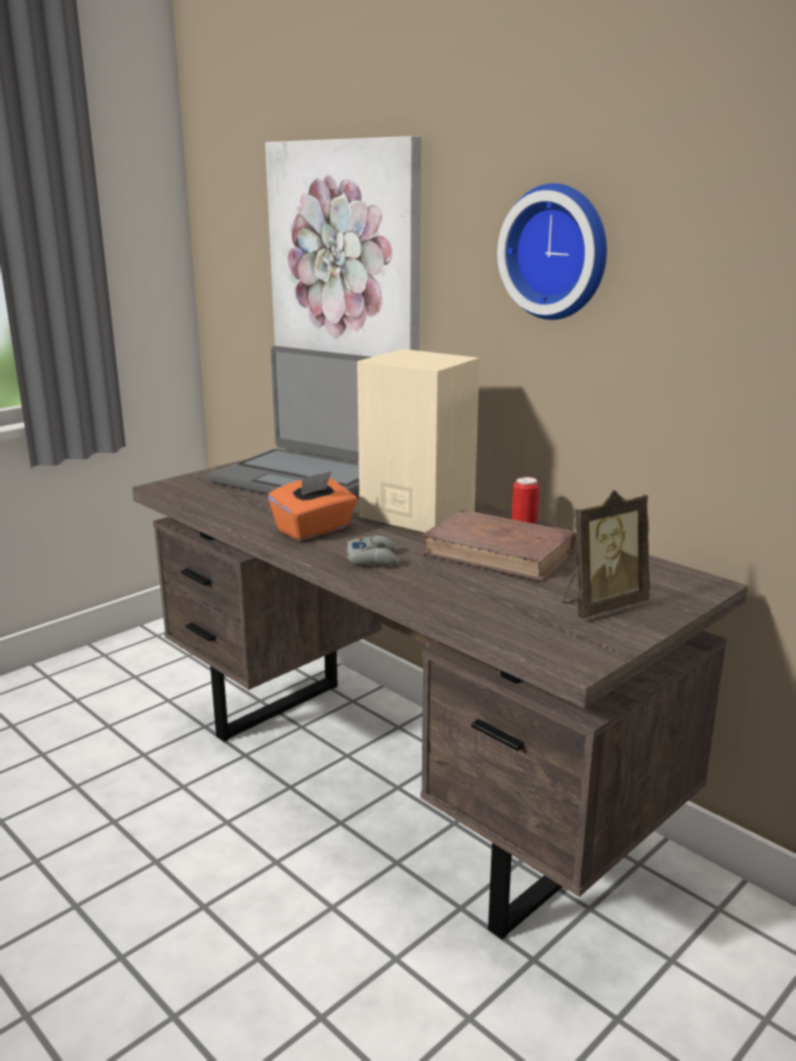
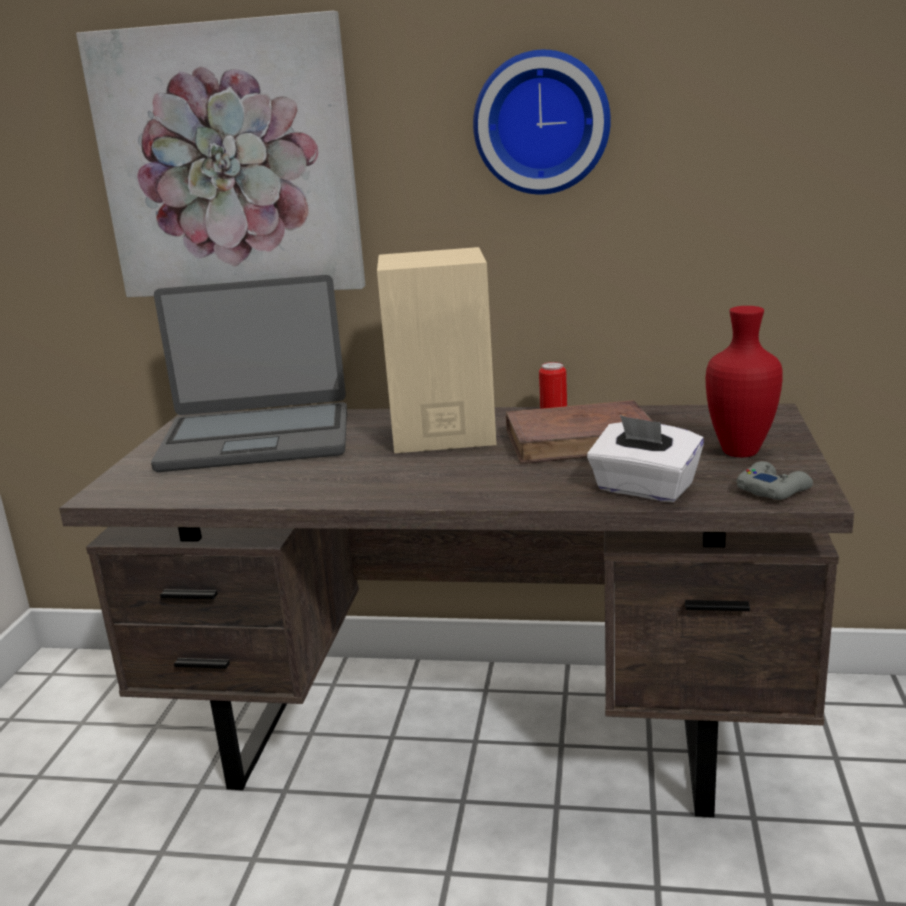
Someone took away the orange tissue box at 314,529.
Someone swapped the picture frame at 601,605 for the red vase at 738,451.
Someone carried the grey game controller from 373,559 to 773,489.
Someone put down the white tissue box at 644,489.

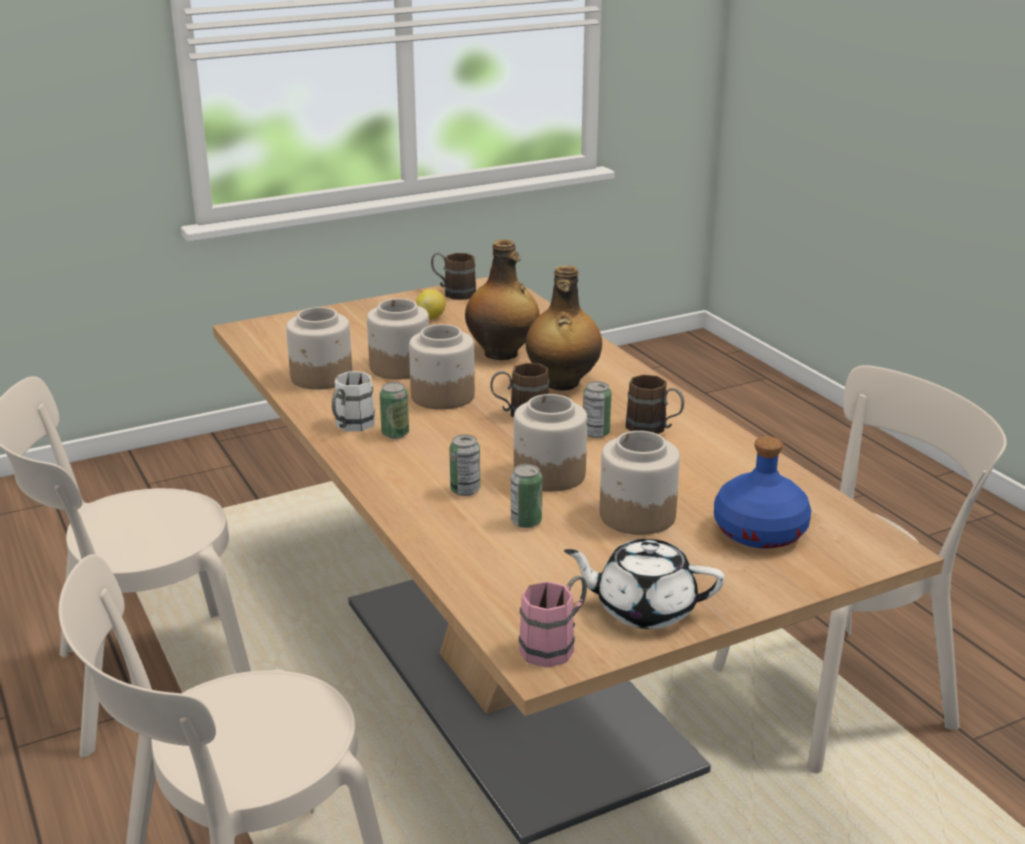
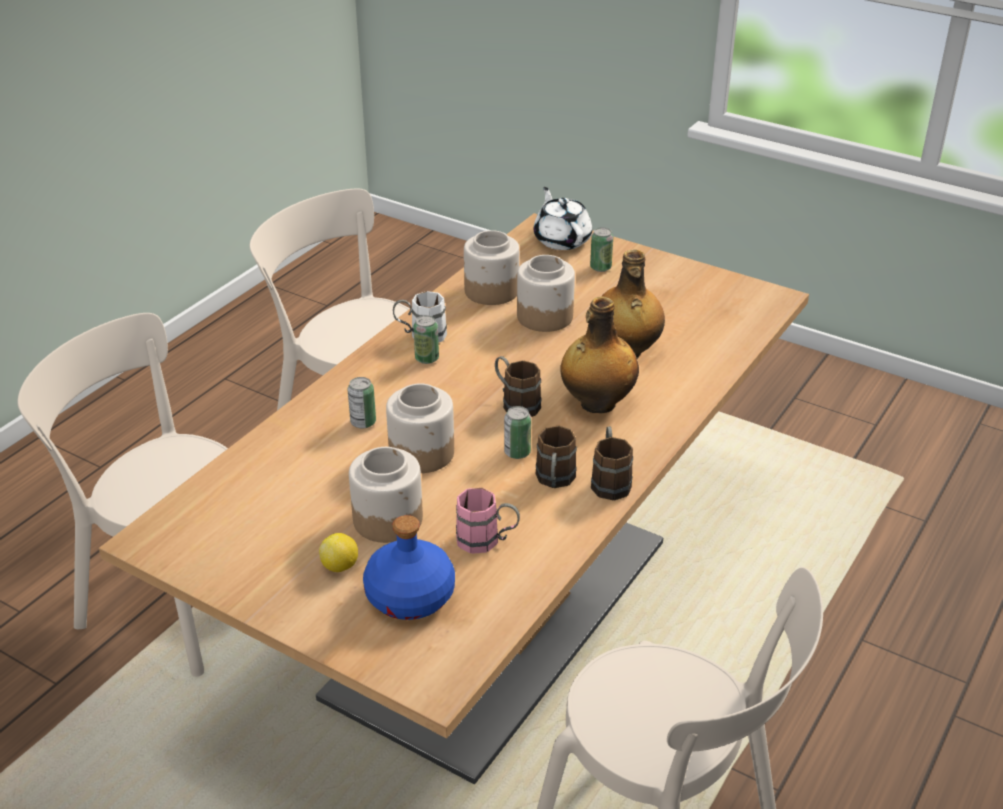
Someone carried the brown mug from 453,293 to 609,480.
Someone carried the lemon from 431,317 to 340,566.
Someone took away the jar at 442,396.
Someone carried the can from 526,522 to 600,267.
Someone carried the white teapot from 643,609 to 562,239.
Someone carried the pink mug from 556,644 to 487,541.

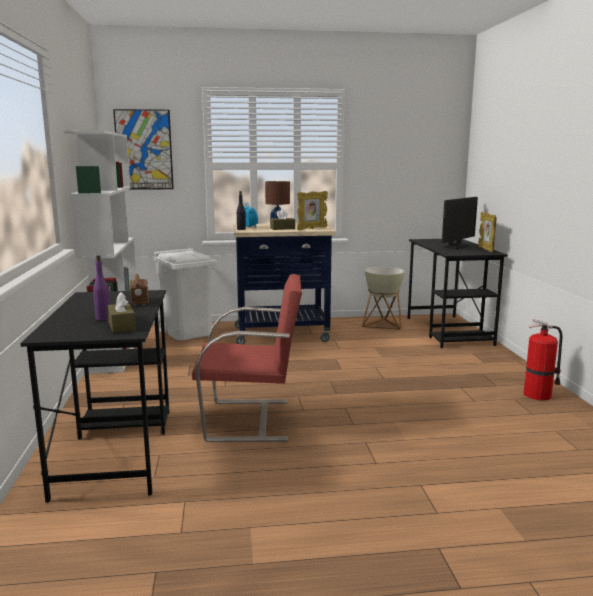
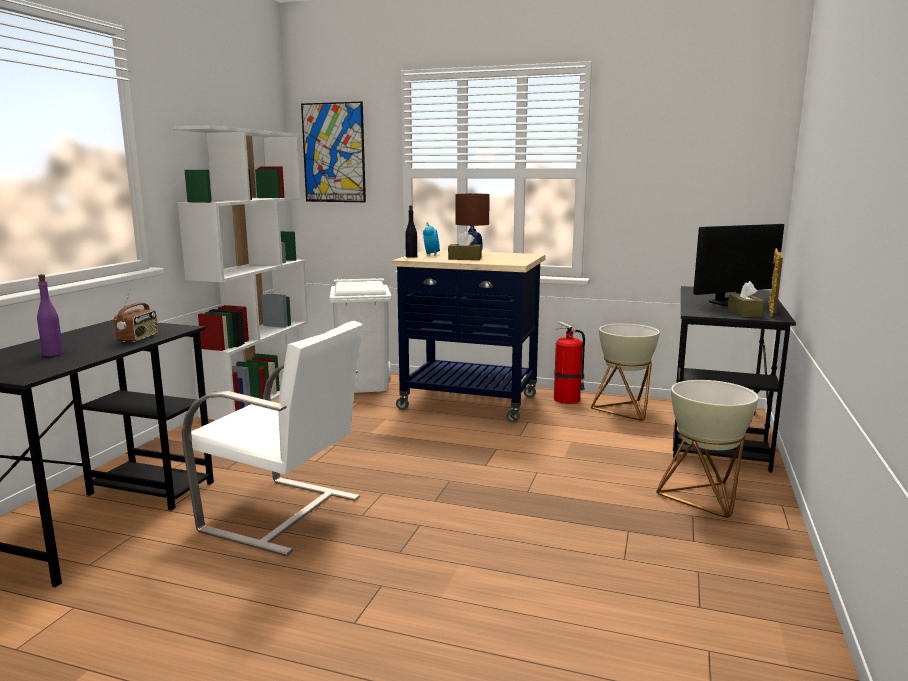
Someone took away the picture frame at 311,229.
Someone repainted the red chair at 251,420, which became the white chair at 284,514.
Someone carried the brown tissue box from 121,326 to 744,313.
Someone carried the fire extinguisher from 539,395 to 568,399.
Someone put down the planter at 702,499.

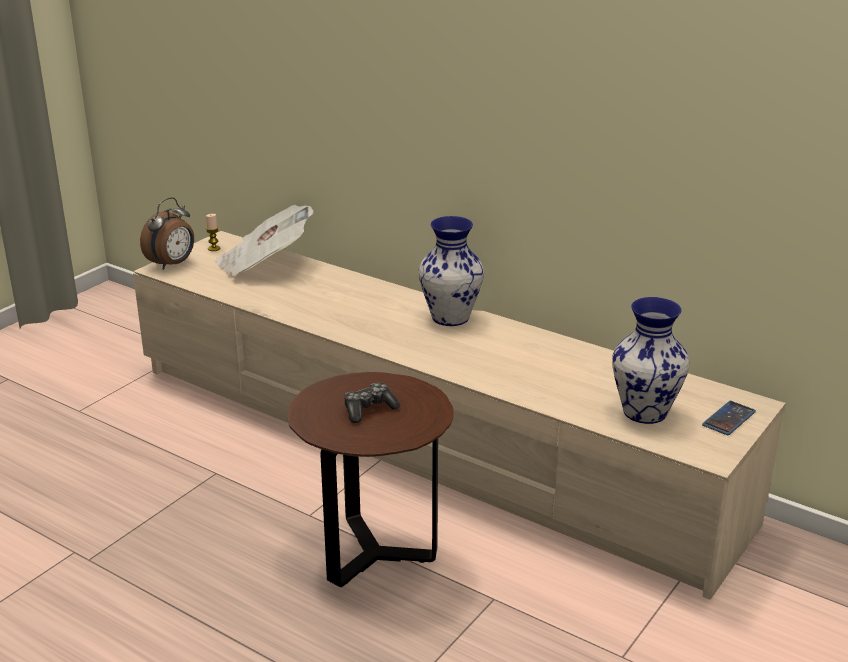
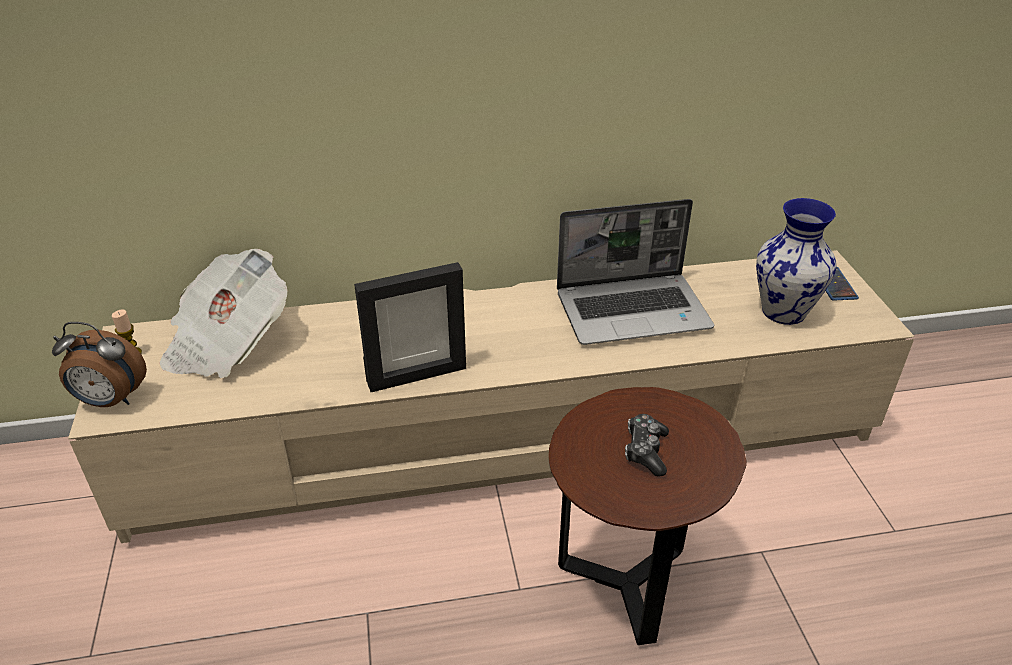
Someone rotated the alarm clock at 172,264 by 105 degrees clockwise.
Someone took away the vase at 449,318.
Someone put down the laptop at 634,310.
Someone put down the picture frame at 416,375.

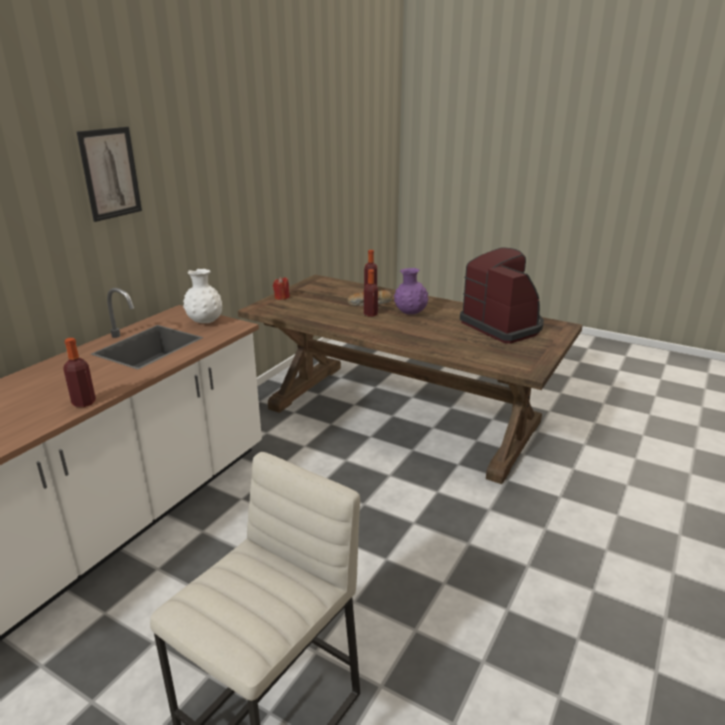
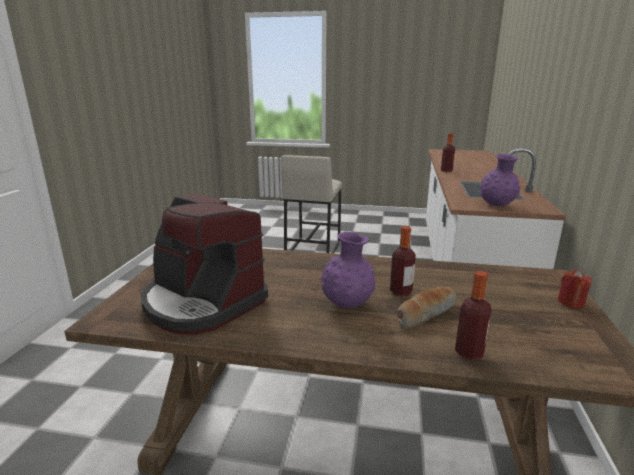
Someone took away the picture at 110,173.
Someone repainted the white vase at 205,322, which became the purple vase at 497,205.

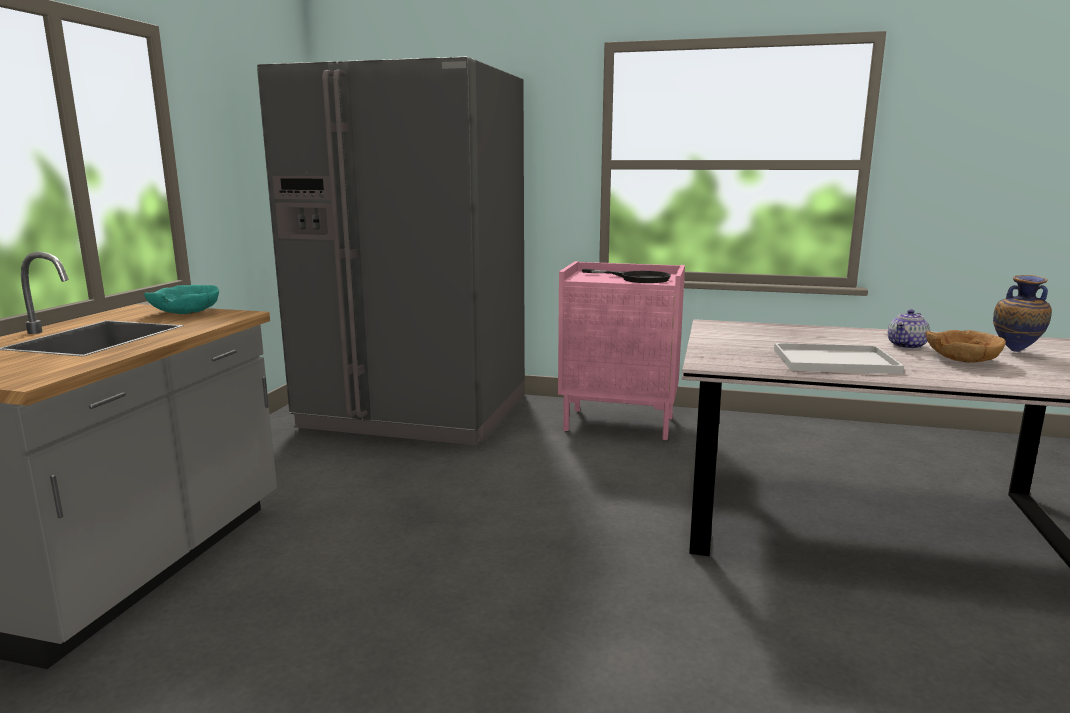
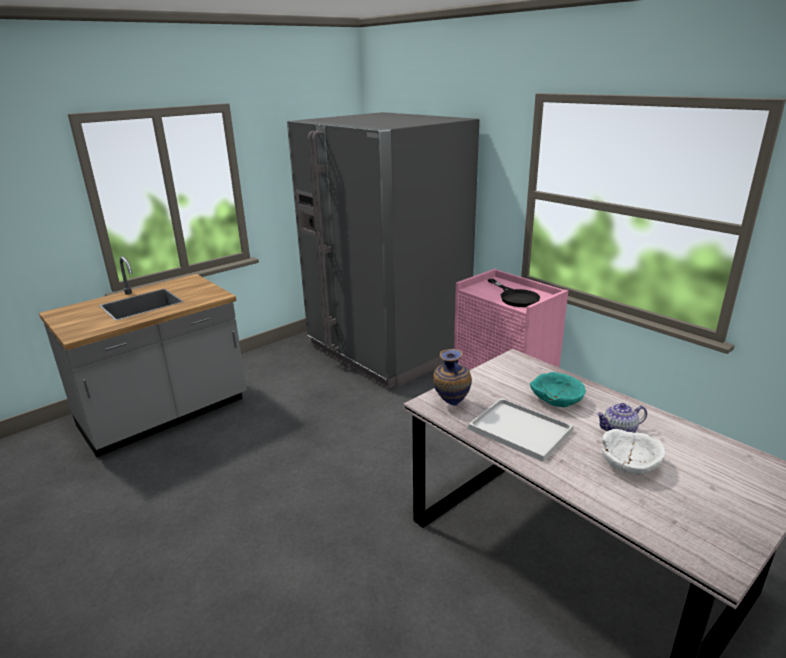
Someone carried the vase from 1014,352 to 450,405.
Someone carried the turquoise bowl from 185,312 to 555,400.
Someone repainted the brown bowl at 961,359, which became the white bowl at 630,463.

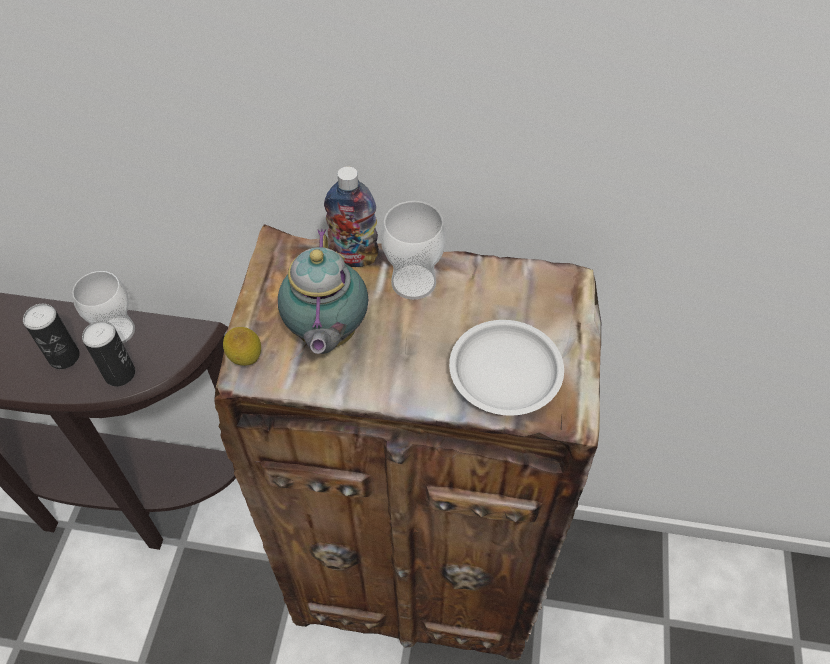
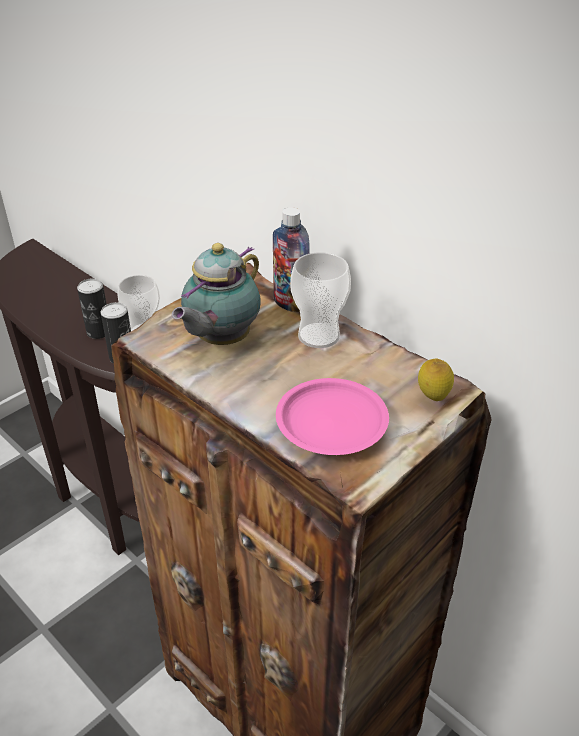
Someone repainted the white plate at 505,371, which became the pink plate at 332,422.
Someone carried the lemon from 246,361 to 432,398.

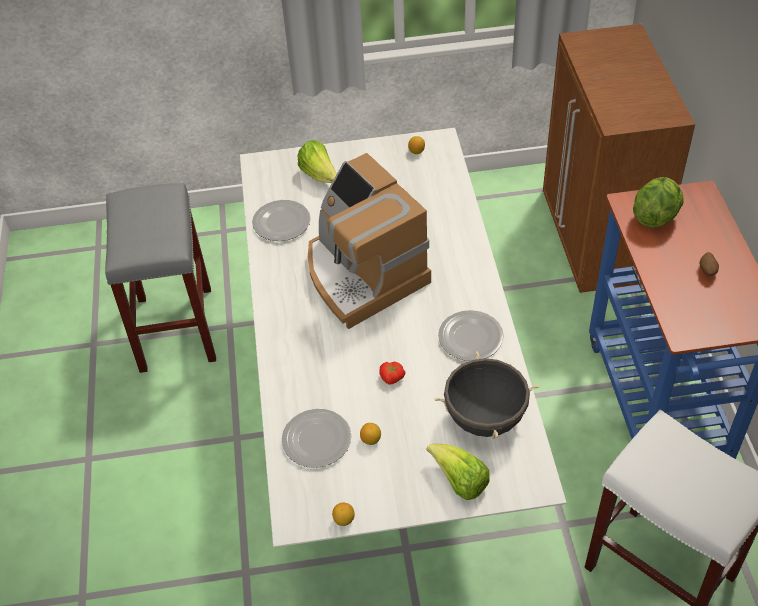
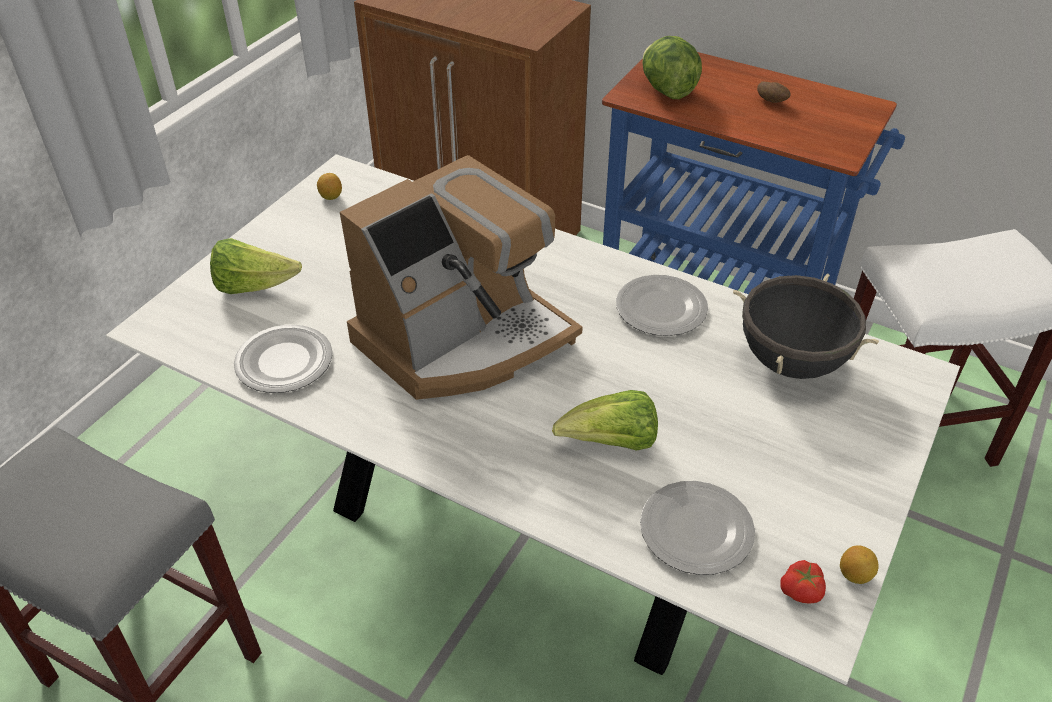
Someone rotated the coffee machine at 362,274 by 45 degrees counterclockwise.
Someone carried the tomato from 391,378 to 802,591.
Someone took away the lemon at 371,439.
Someone carried the lettuce from 459,481 to 611,443.

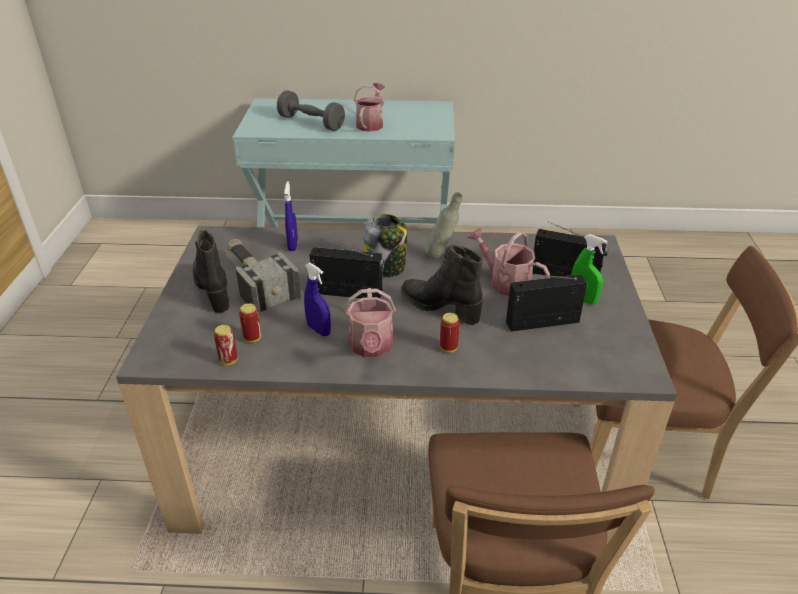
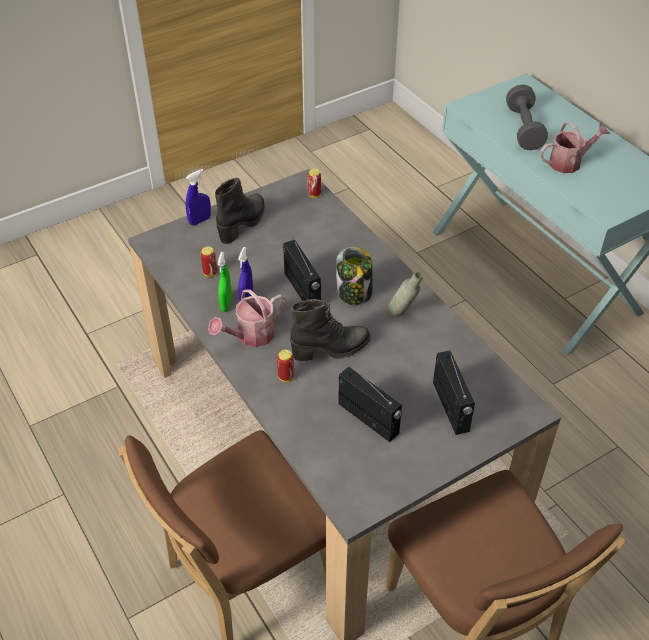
Someone carried the blue spray bottle from 293,245 to 200,221.
Someone took away the watering can at 505,282.
Someone carried the green spray bottle from 582,299 to 226,304.
Someone took away the hammer at 257,281.
Someone rotated the black boot at 440,307 by 75 degrees clockwise.
Someone carried the can from 228,360 to 314,195.

